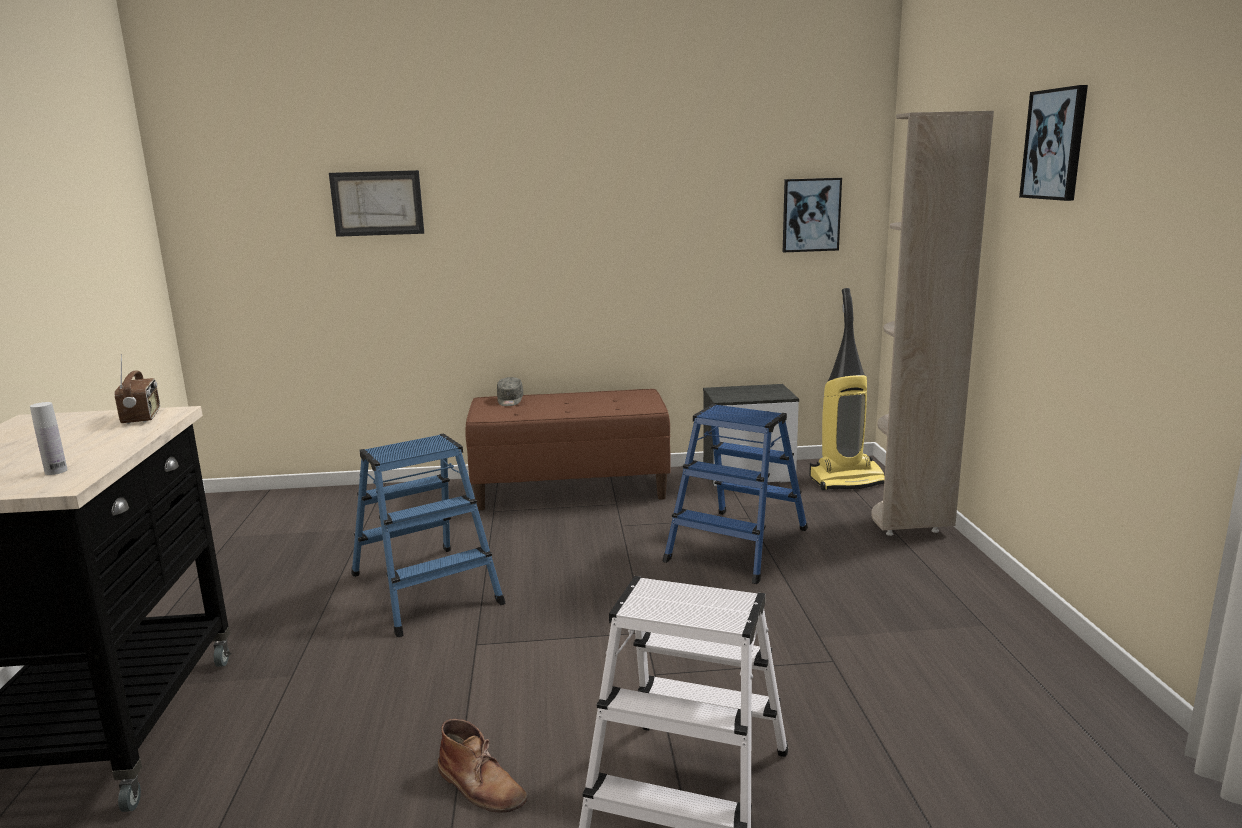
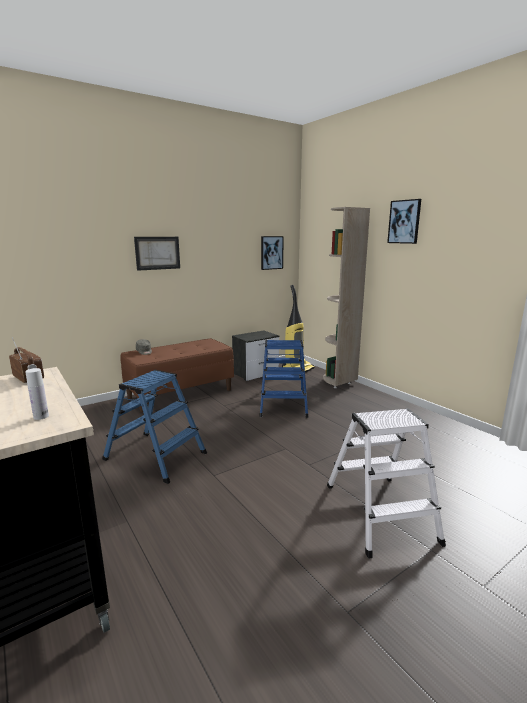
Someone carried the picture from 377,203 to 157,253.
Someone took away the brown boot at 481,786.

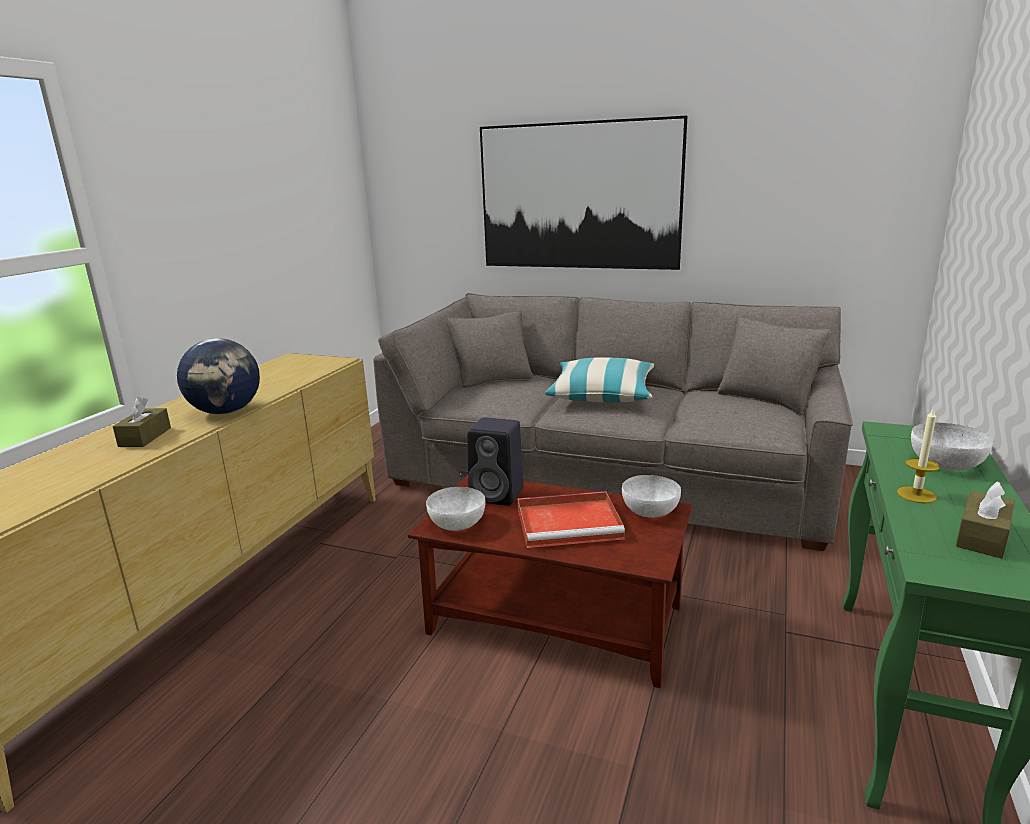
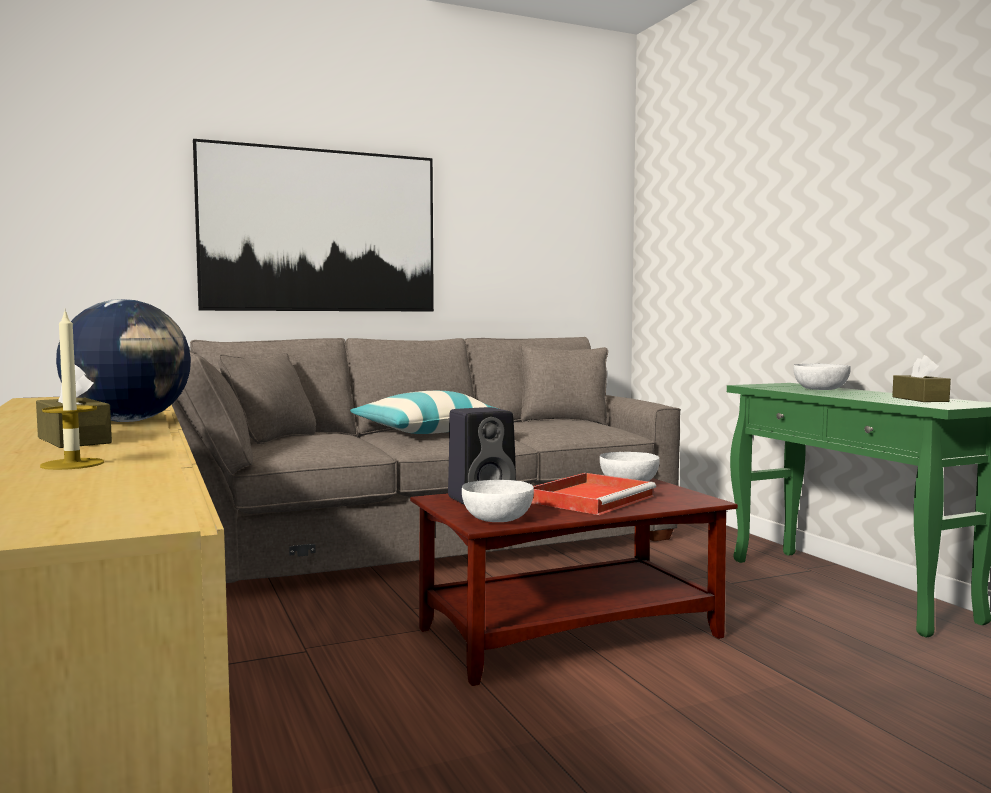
Someone carried the candle from 916,495 to 72,464.

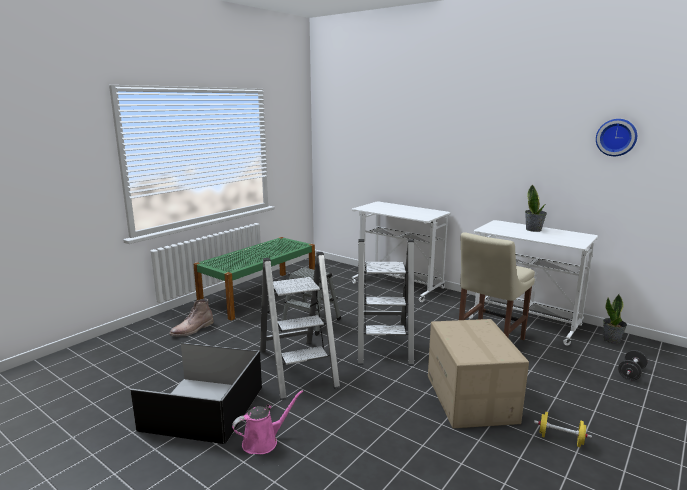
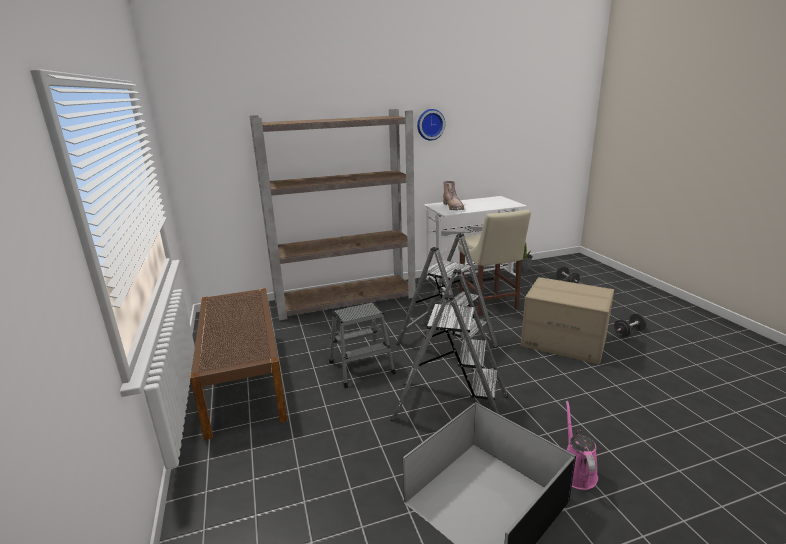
Someone carried the wall clock from 616,137 to 430,124.
Someone took away the potted plant at 533,230.
Someone swapped the white desk at 398,285 for the brown bookcase at 345,299.
Someone repainted the green bench at 259,294, which became the brown bench at 243,379.
Someone carried the brown boot from 192,330 to 454,207.
Someone repainted the yellow dumbbell at 560,439, which became the black dumbbell at 628,333.

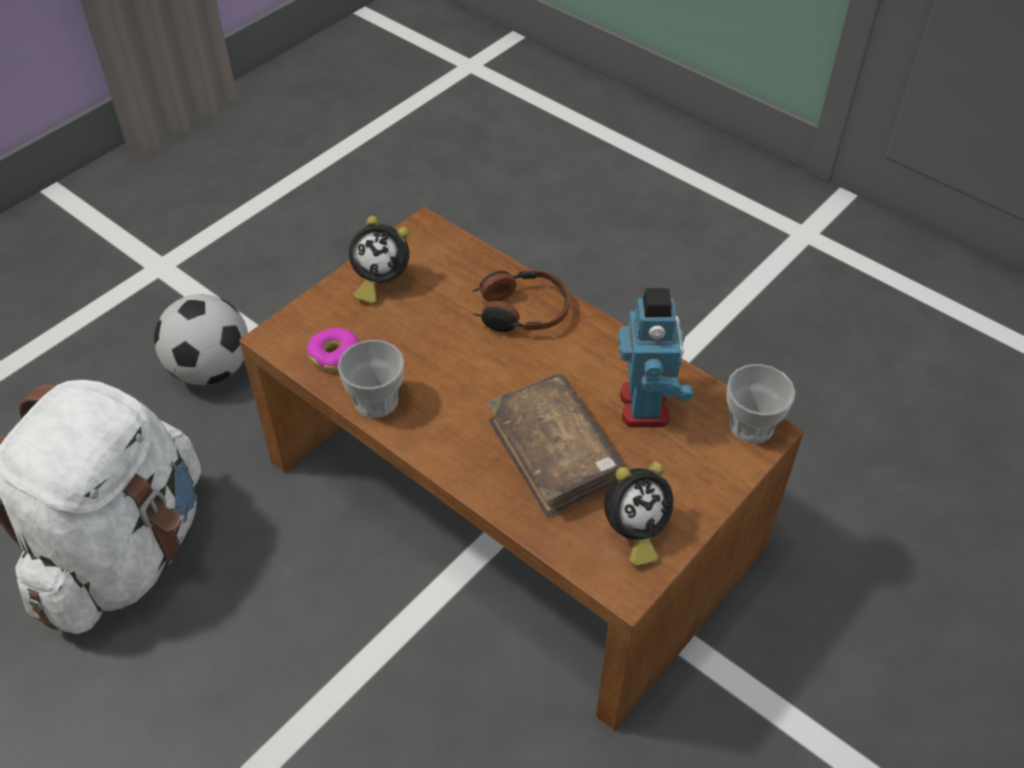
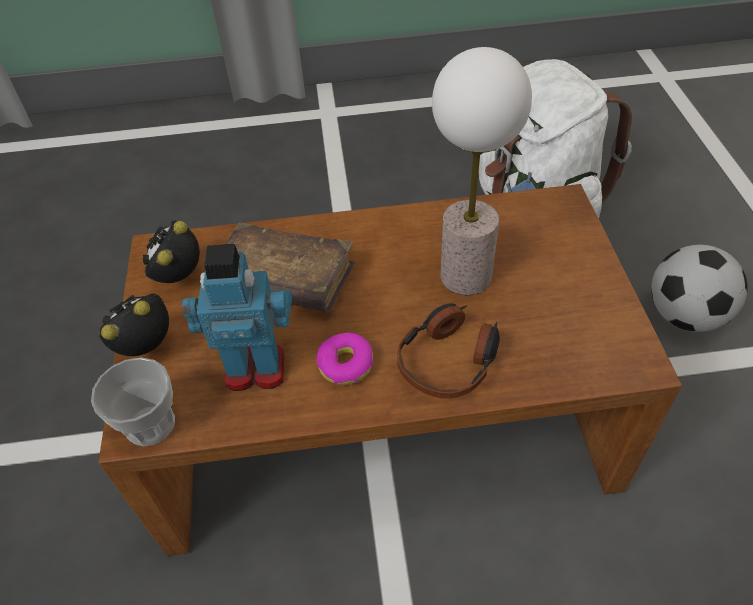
Someone carried the alarm clock from 380,282 to 149,347.
Someone rotated the toy robot at 646,406 by 135 degrees clockwise.
Someone carried the donut from 335,355 to 345,364.
Someone took away the cup at 376,401.
Someone put down the table lamp at 465,276.

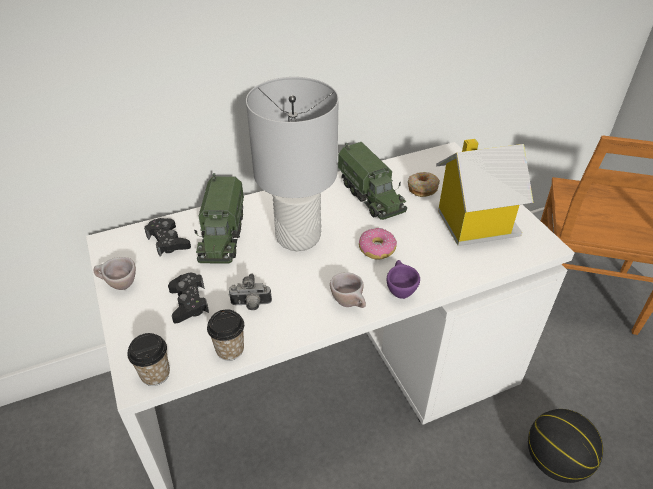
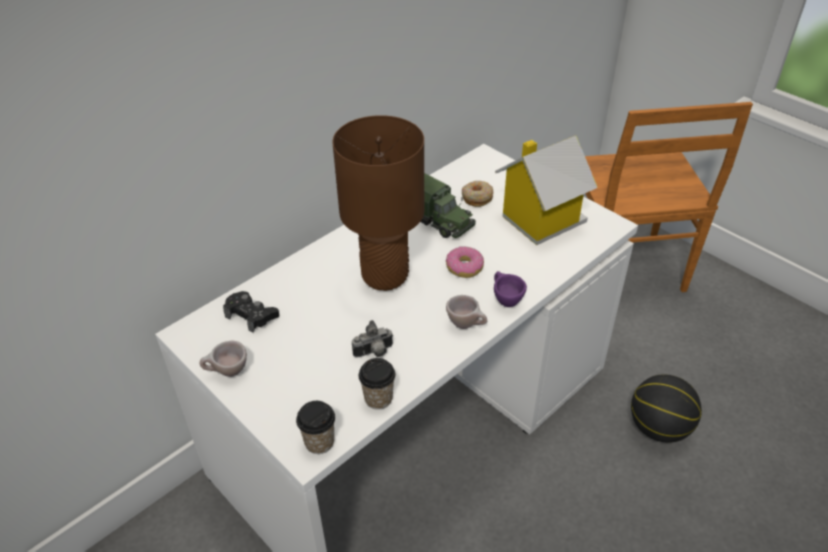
Someone repainted the grey table lamp at 299,241, which became the brown table lamp at 386,279.
Someone took away the toy truck at 222,235.
Someone took away the black game controller at 189,302.

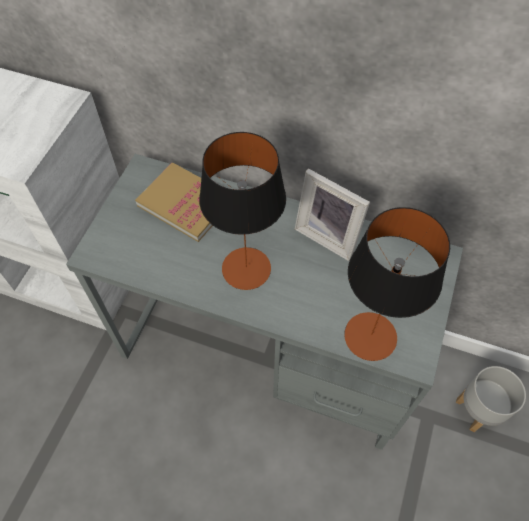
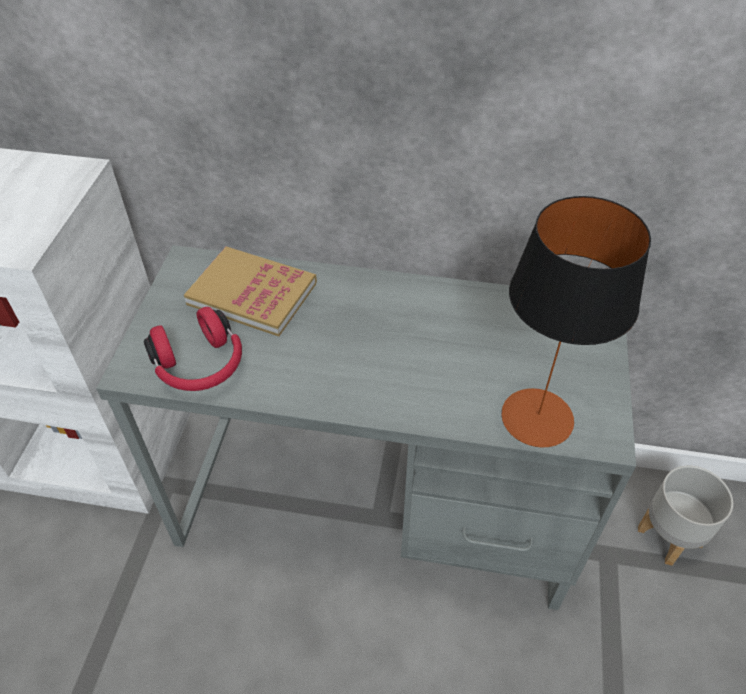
Someone took away the table lamp at 246,268.
Someone took away the picture frame at 329,235.
Someone put down the red headphones at 200,366.

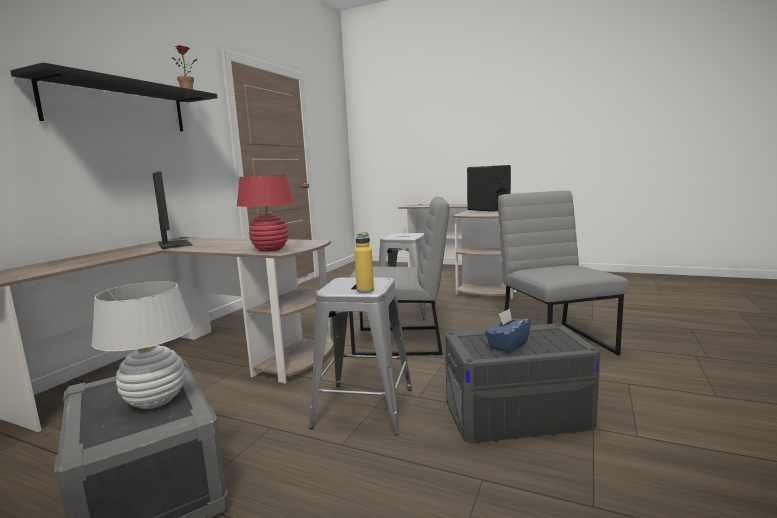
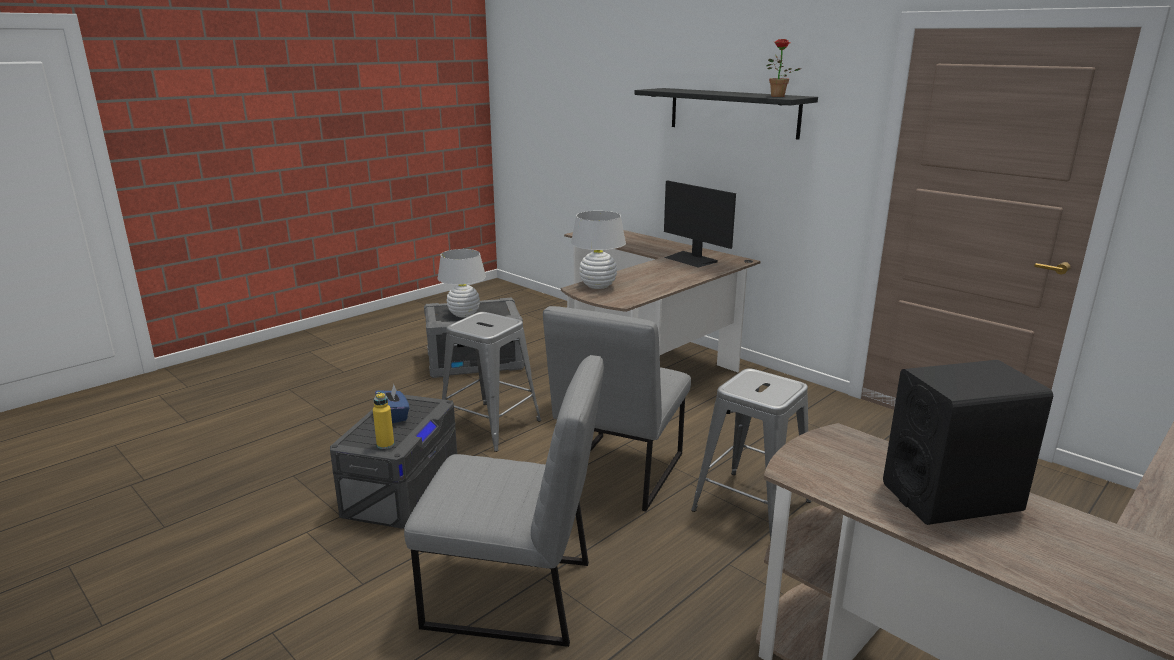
Someone rotated the monitor at 173,244 by 60 degrees clockwise.
Someone repainted the red table lamp at 270,249, which became the white table lamp at 598,286.
Someone carried the yellow bottle from 365,290 to 385,445.

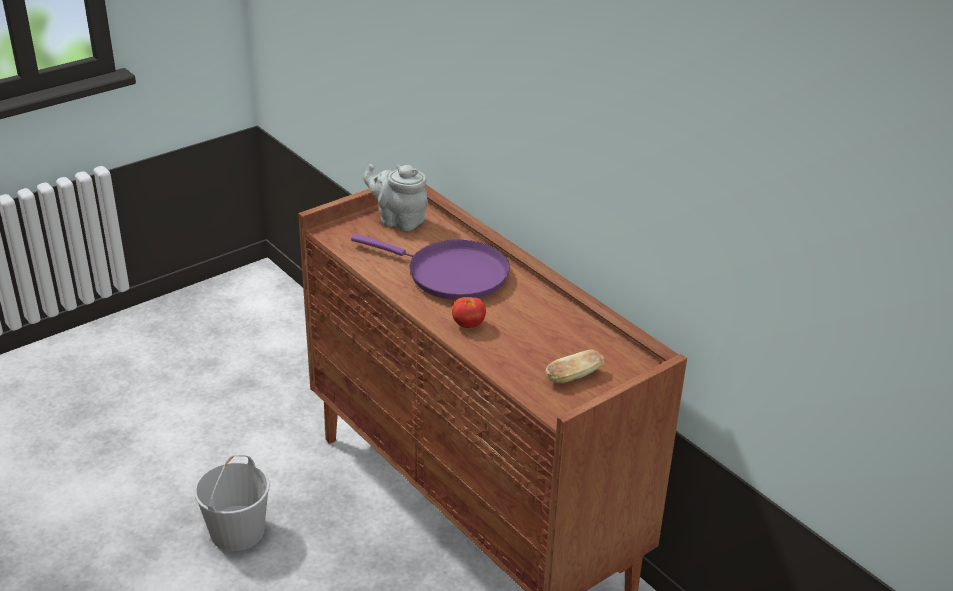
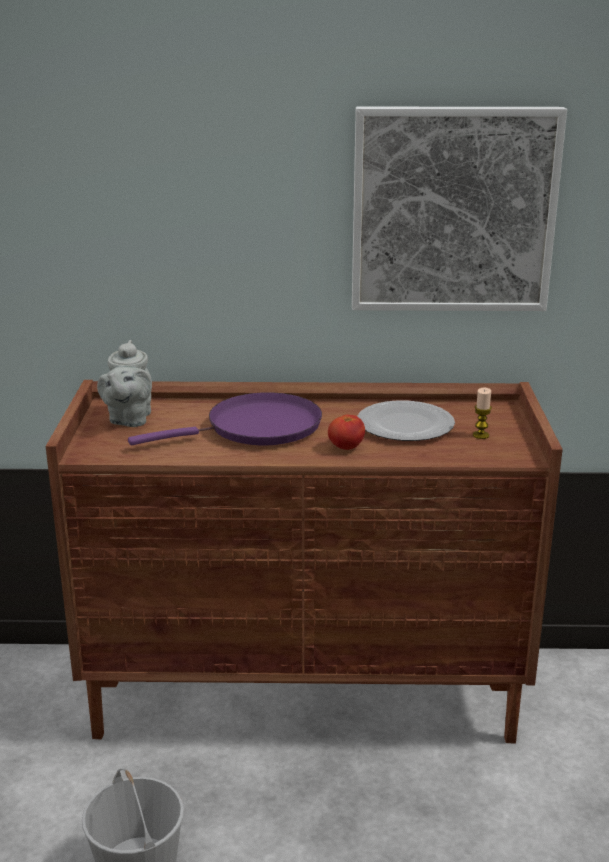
Someone rotated the grey teapot at 398,220 by 60 degrees counterclockwise.
Someone swapped the bread at 574,377 for the candle at 480,435.
Someone put up the picture at 453,210.
Someone put down the plate at 404,425.

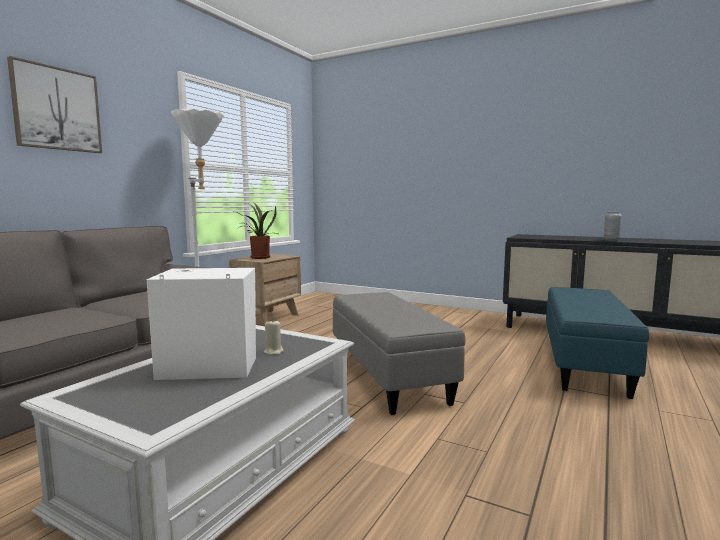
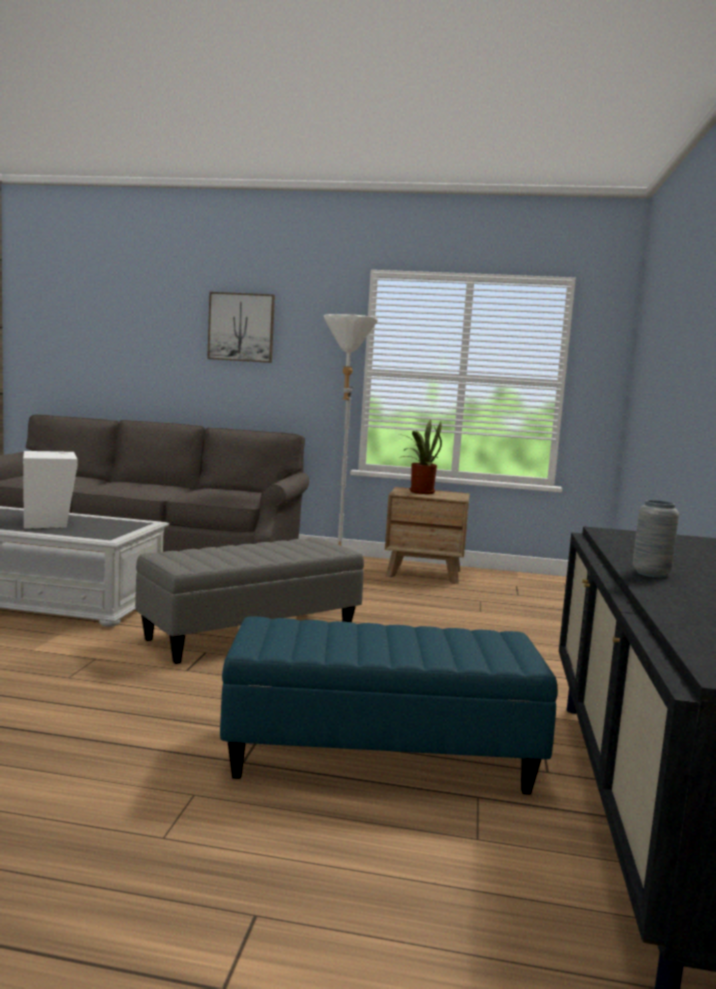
Someone took away the beige candle at 273,352.

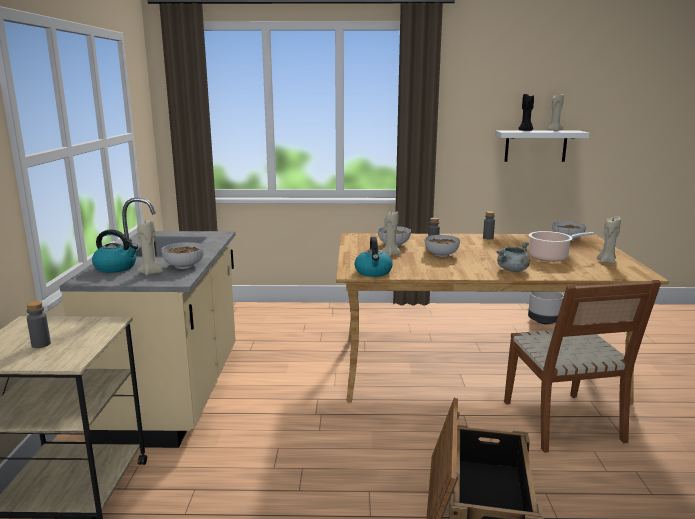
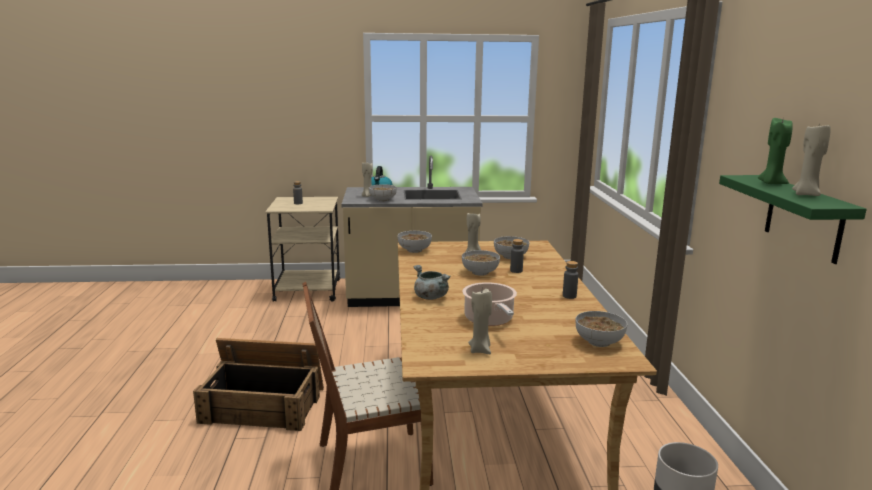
Someone repainted the black candle at 525,131, which became the green candle at 771,183.
Someone repainted the white shelf at 535,146, which became the green shelf at 803,218.
Someone swapped the kettle at 373,272 for the bowl at 414,250.

